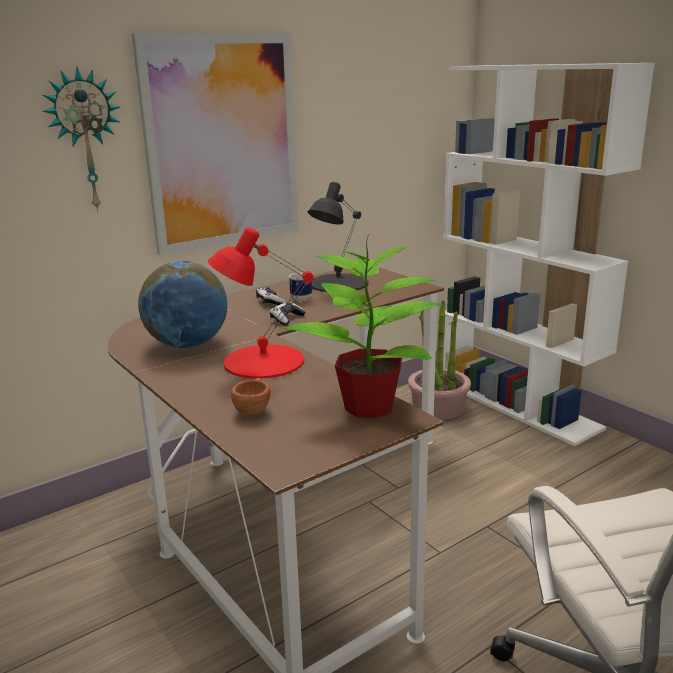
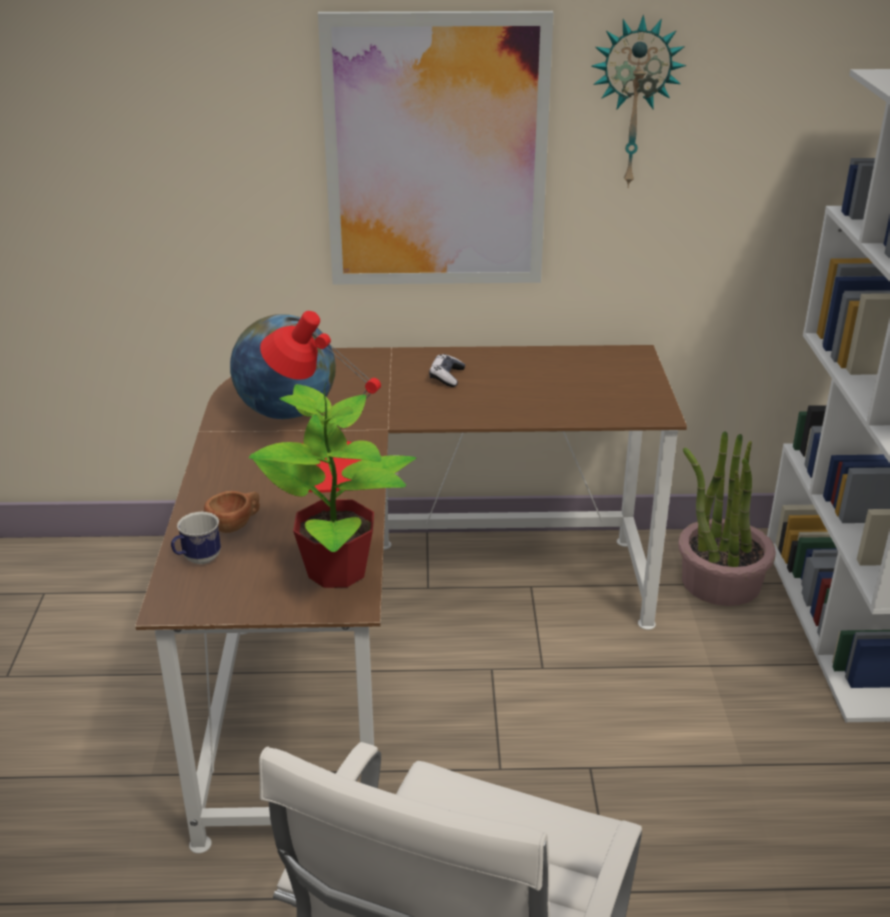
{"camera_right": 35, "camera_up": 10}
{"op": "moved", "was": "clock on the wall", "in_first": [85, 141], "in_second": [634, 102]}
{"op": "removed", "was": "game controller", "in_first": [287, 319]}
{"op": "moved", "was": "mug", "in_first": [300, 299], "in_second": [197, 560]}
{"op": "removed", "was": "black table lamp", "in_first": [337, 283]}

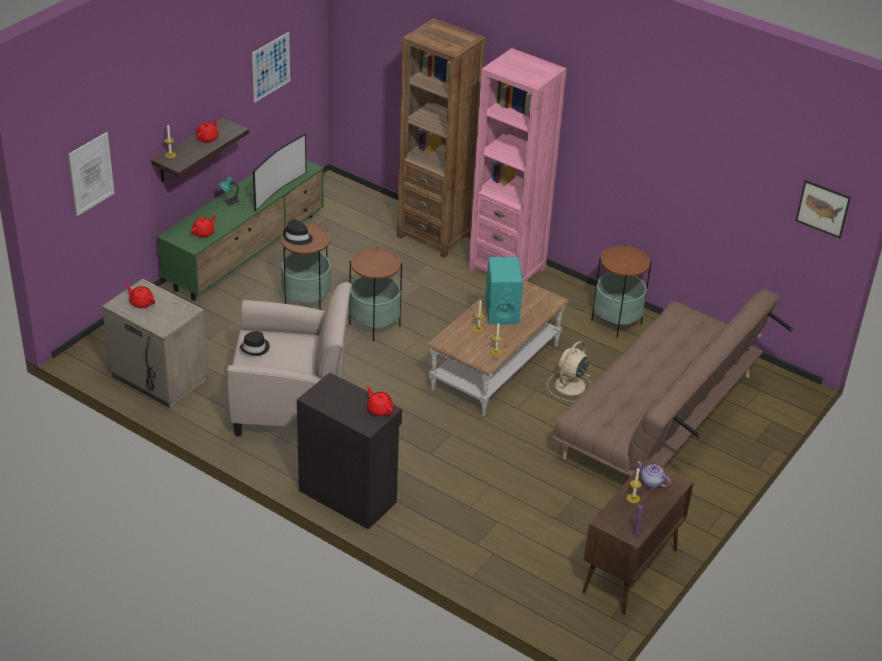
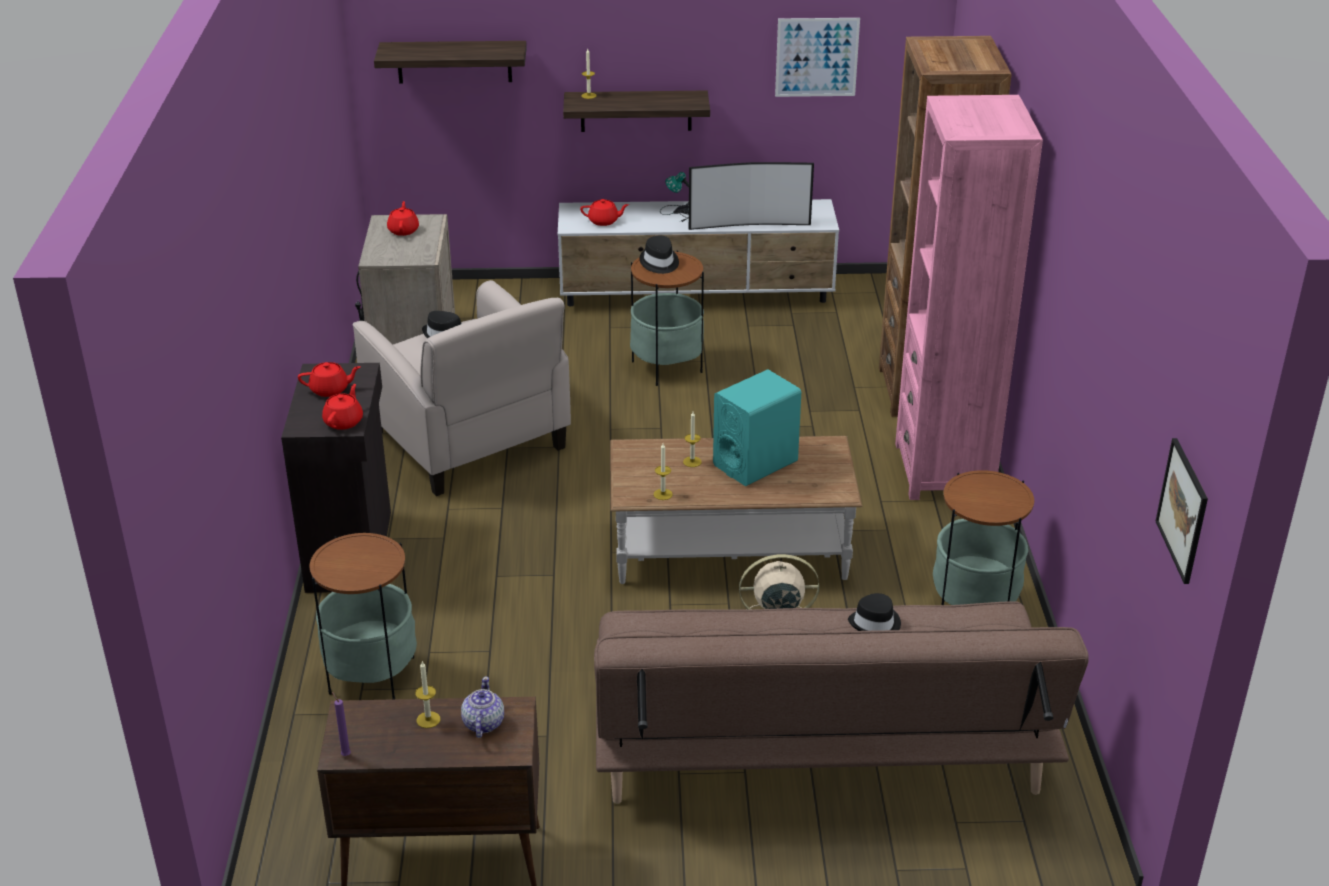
{"camera_right": 55, "camera_up": -5}
{"op": "replaced", "was": "picture", "now": "shelf", "in_first": [91, 173], "in_second": [454, 61]}
{"op": "recoloured", "was": "greenish tv stand", "now": "white-coloured tv stand", "in_first": [247, 252], "in_second": [697, 295]}
{"op": "moved", "was": "reddish teapot", "in_first": [208, 138], "in_second": [330, 390]}
{"op": "moved", "was": "side table", "in_first": [374, 325], "in_second": [372, 675]}
{"op": "added", "now": "black wearable hat", "in_second": [875, 623]}

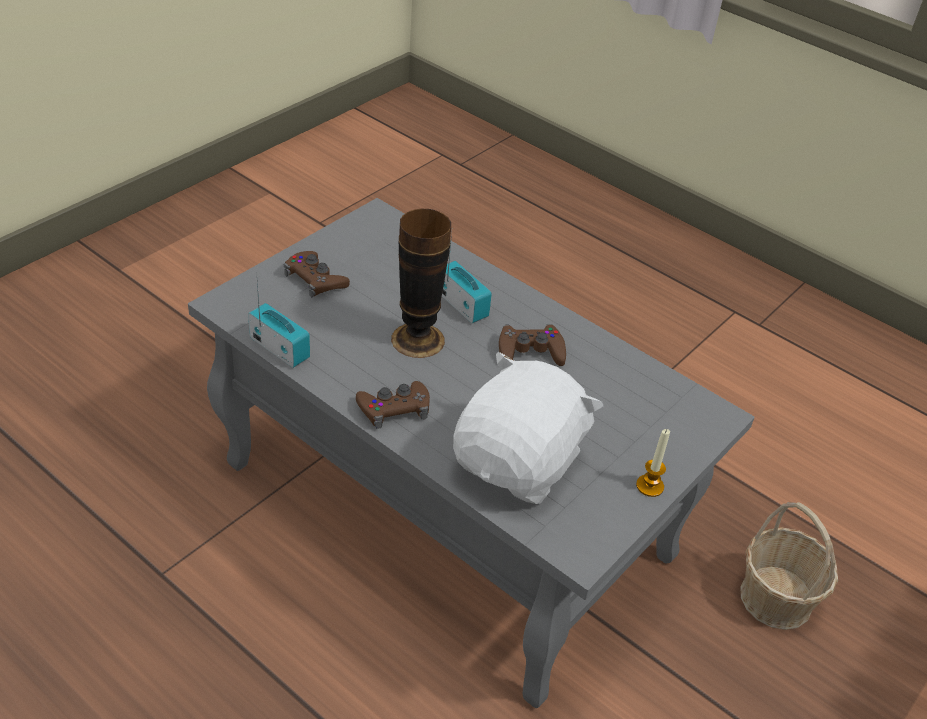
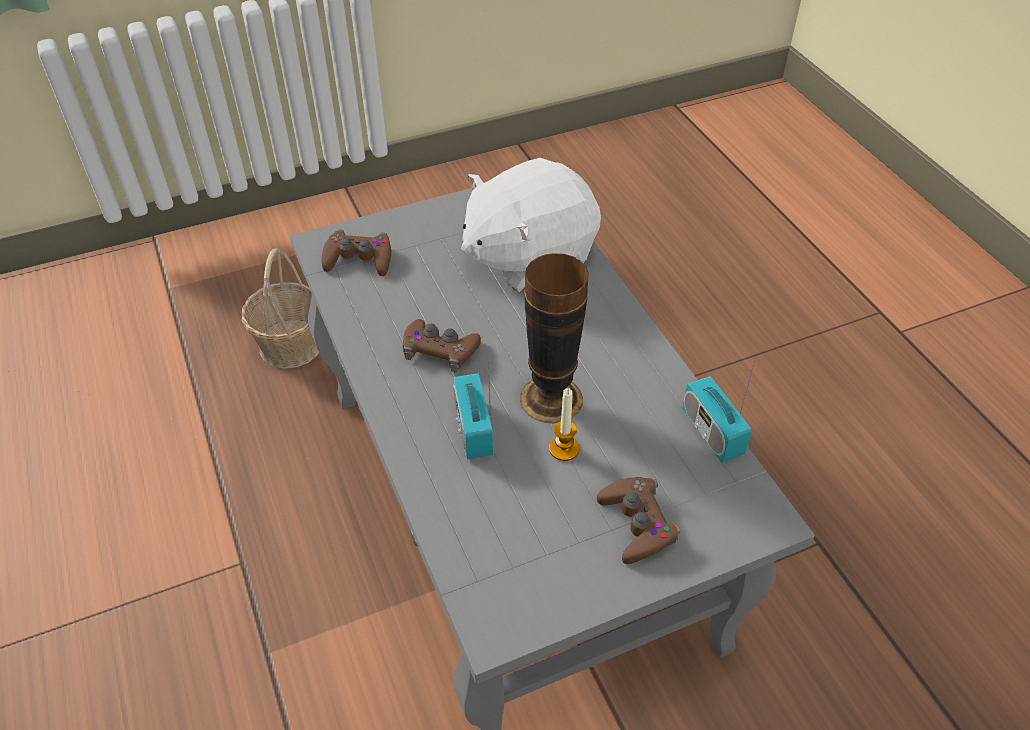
{"camera_right": -150, "camera_up": 5}
{"op": "moved", "was": "brown game controller", "in_first": [394, 409], "in_second": [359, 259]}
{"op": "moved", "was": "wax light", "in_first": [649, 486], "in_second": [564, 449]}

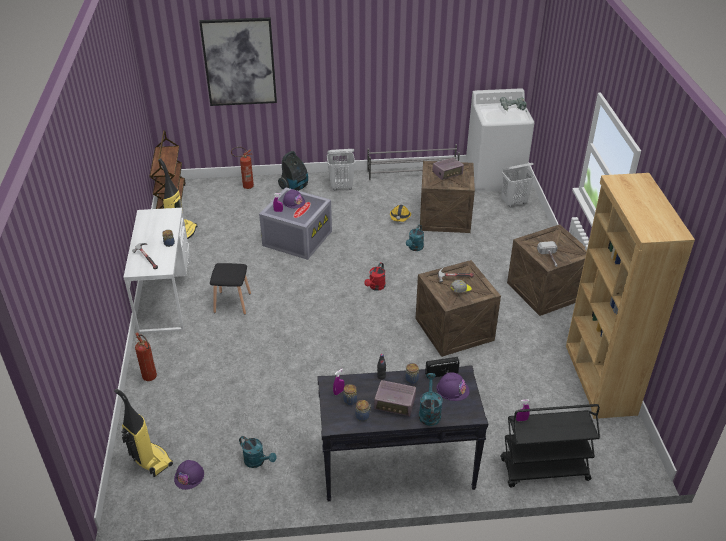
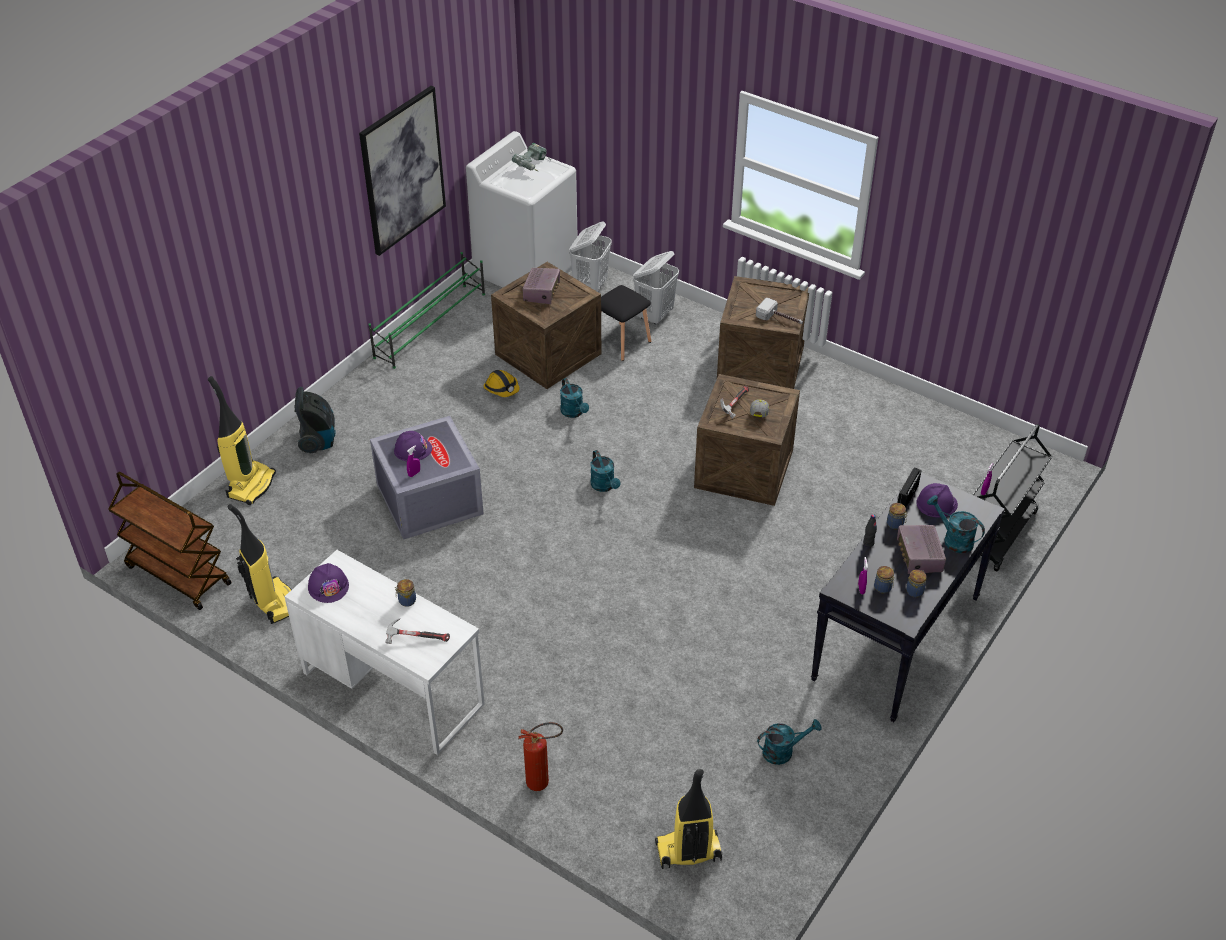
{"camera_right": -50, "camera_up": 5}
{"op": "moved", "was": "purple safety helmet", "in_first": [189, 476], "in_second": [328, 586]}
{"op": "moved", "was": "picture", "in_first": [239, 62], "in_second": [402, 170]}
{"op": "moved", "was": "black stool", "in_first": [232, 303], "in_second": [622, 342]}
{"op": "replaced", "was": "fire-fighting cylinder", "now": "hoover", "in_first": [245, 186], "in_second": [251, 485]}
{"op": "moved", "was": "white-coloured hamper", "in_first": [341, 187], "in_second": [655, 315]}
{"op": "recoloured", "was": "reddish watering can", "now": "turquoise watering can", "in_first": [376, 287], "in_second": [604, 486]}
{"op": "recoloured", "was": "grey shoe stand", "now": "greenish shoe stand", "in_first": [413, 173], "in_second": [431, 325]}
{"op": "turned", "was": "radio receiver", "in_first": [395, 404], "in_second": [919, 557], "clockwise": 120}
{"op": "removed", "was": "brown bookcase", "in_first": [599, 379]}

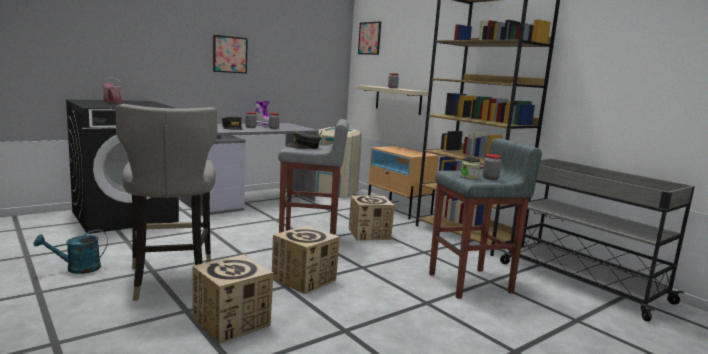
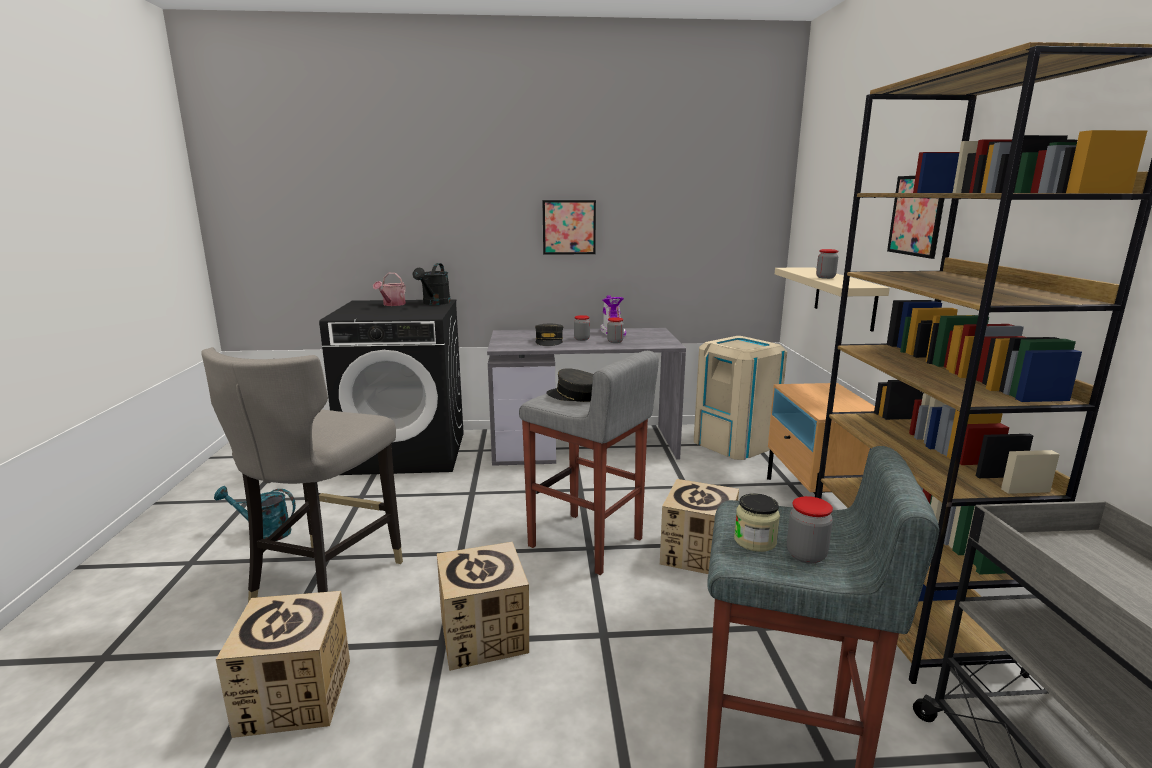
{"camera_right": 35, "camera_up": 5}
{"op": "moved", "was": "picture", "in_first": [369, 38], "in_second": [917, 215]}
{"op": "added", "now": "black watering can", "in_second": [434, 303]}

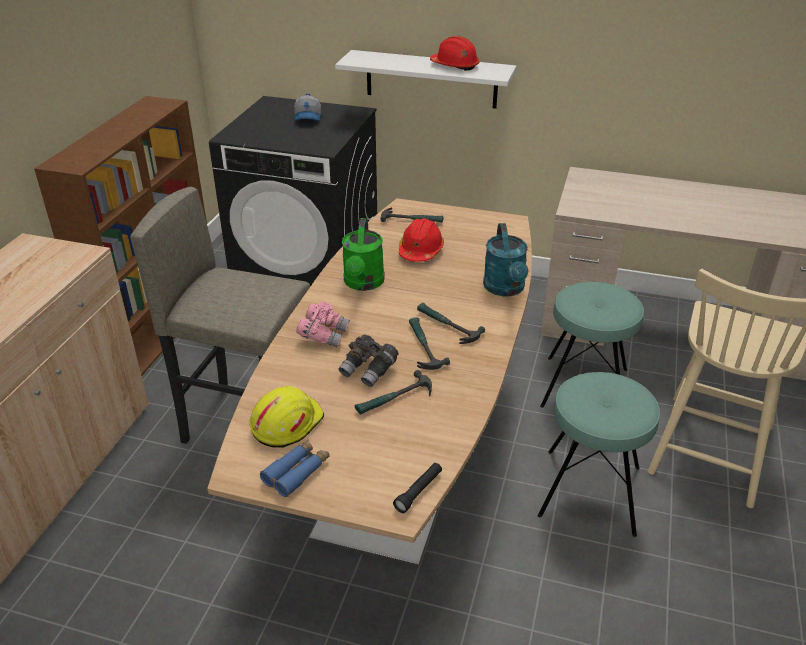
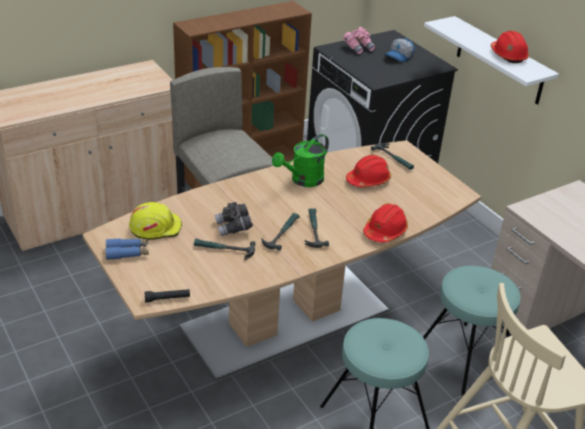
{"camera_right": 40, "camera_up": 0}
{"op": "moved", "was": "pinkish field glasses", "in_first": [323, 335], "in_second": [358, 48]}
{"op": "replaced", "was": "turquoise watering can", "now": "reddish safety helmet", "in_first": [505, 289], "in_second": [385, 231]}

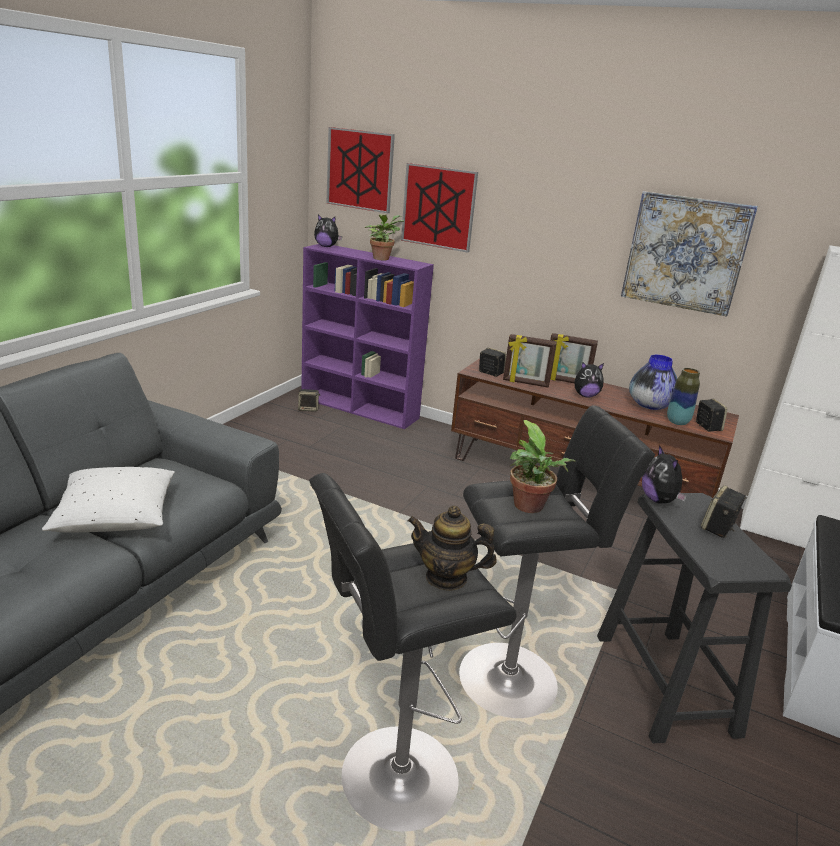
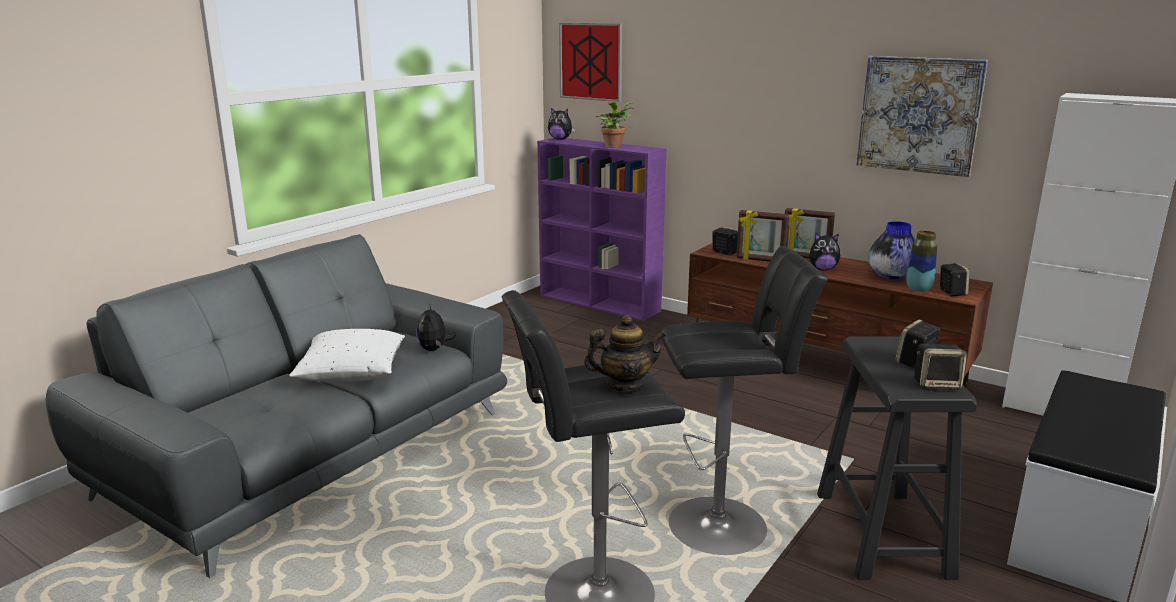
{"camera_right": 10, "camera_up": -5}
{"op": "moved", "was": "audio speaker", "in_first": [308, 409], "in_second": [937, 384]}
{"op": "removed", "was": "picture", "in_first": [438, 207]}
{"op": "turned", "was": "teapot", "in_first": [446, 577], "in_second": [625, 385], "clockwise": 150}
{"op": "removed", "was": "plant in a pot", "in_first": [530, 508]}
{"op": "moved", "was": "cuddly toy", "in_first": [659, 500], "in_second": [434, 349]}

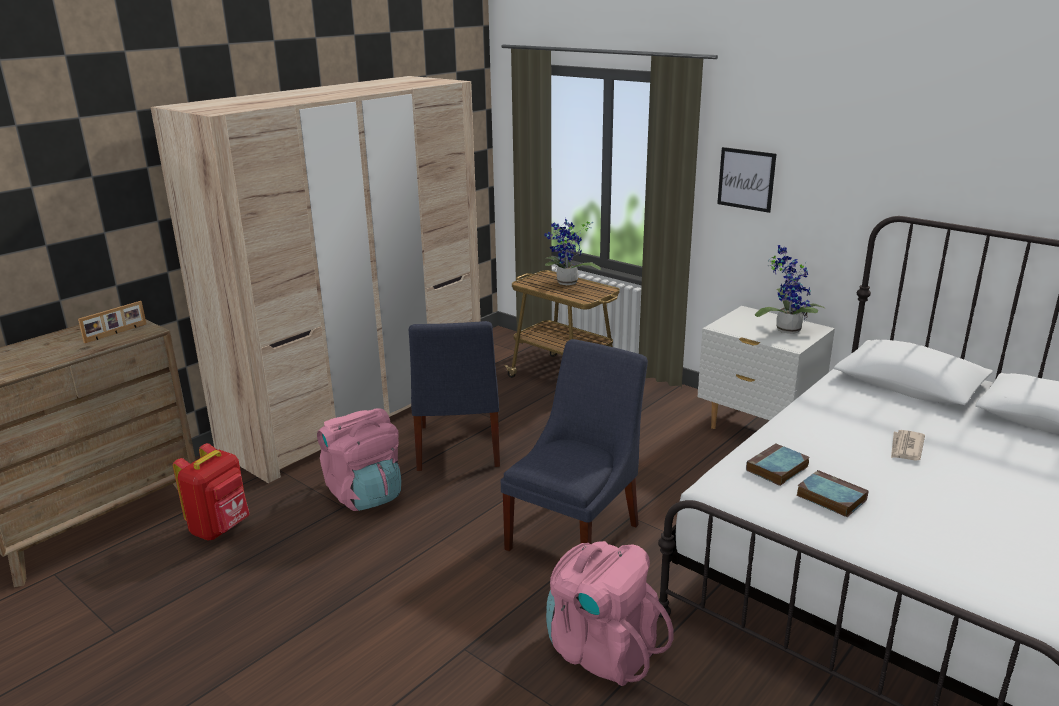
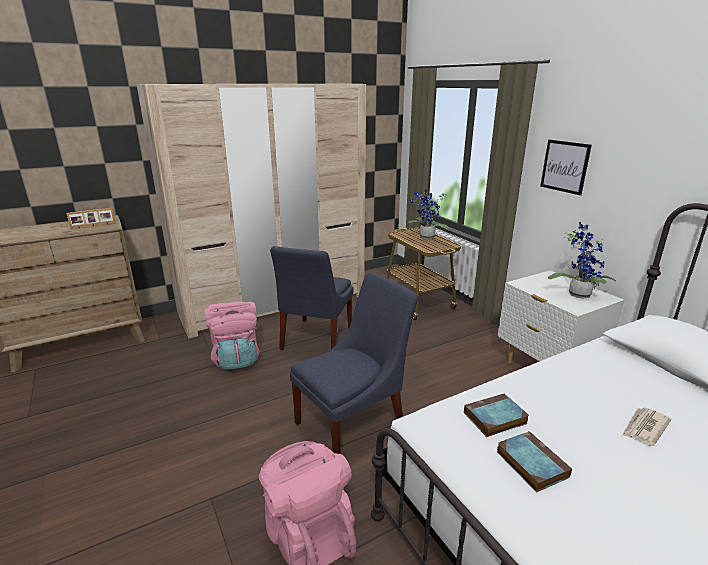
{"camera_right": 20, "camera_up": 0}
{"op": "removed", "was": "reddish backpack", "in_first": [221, 528]}

